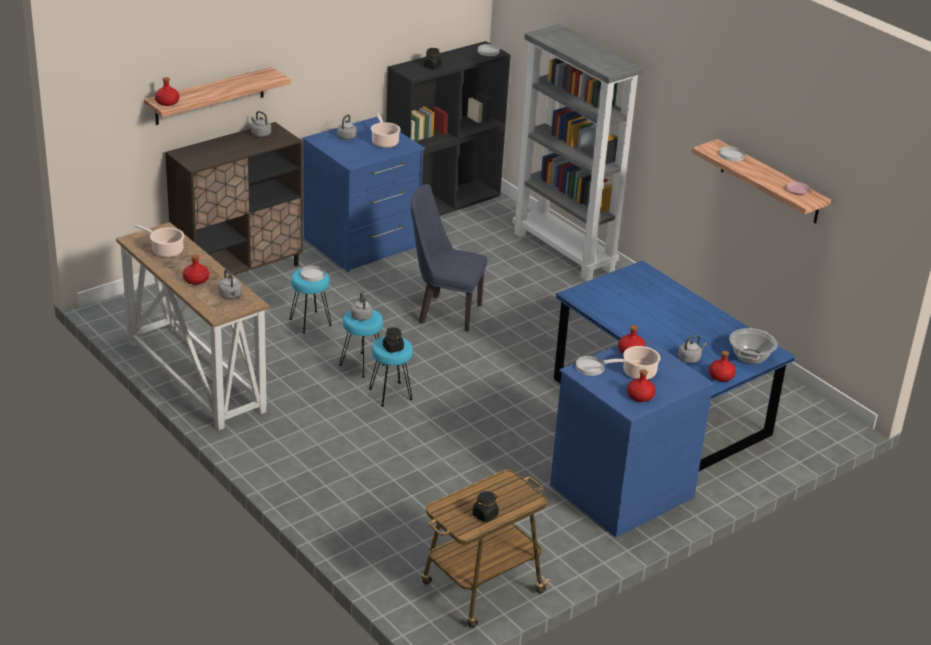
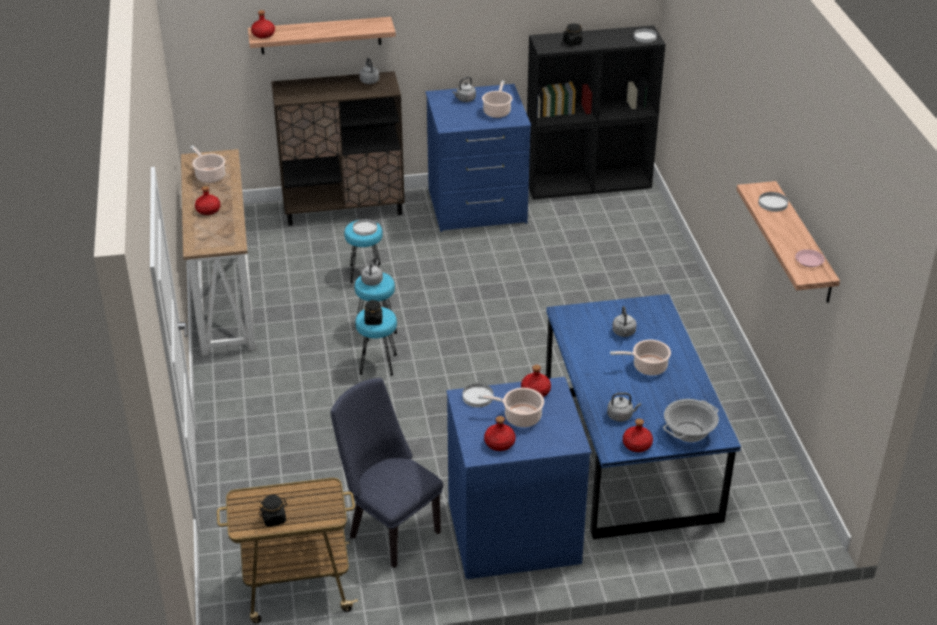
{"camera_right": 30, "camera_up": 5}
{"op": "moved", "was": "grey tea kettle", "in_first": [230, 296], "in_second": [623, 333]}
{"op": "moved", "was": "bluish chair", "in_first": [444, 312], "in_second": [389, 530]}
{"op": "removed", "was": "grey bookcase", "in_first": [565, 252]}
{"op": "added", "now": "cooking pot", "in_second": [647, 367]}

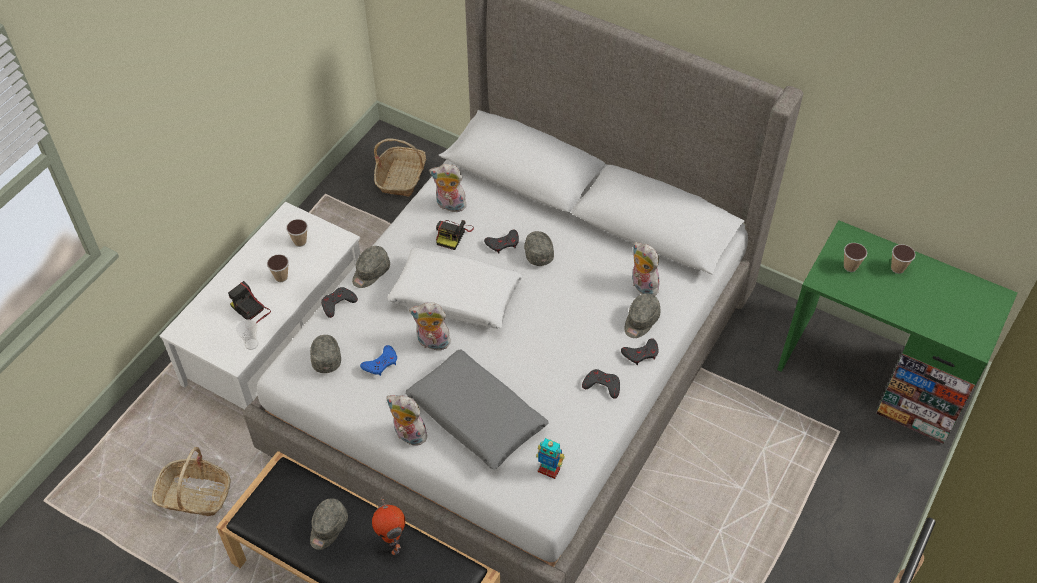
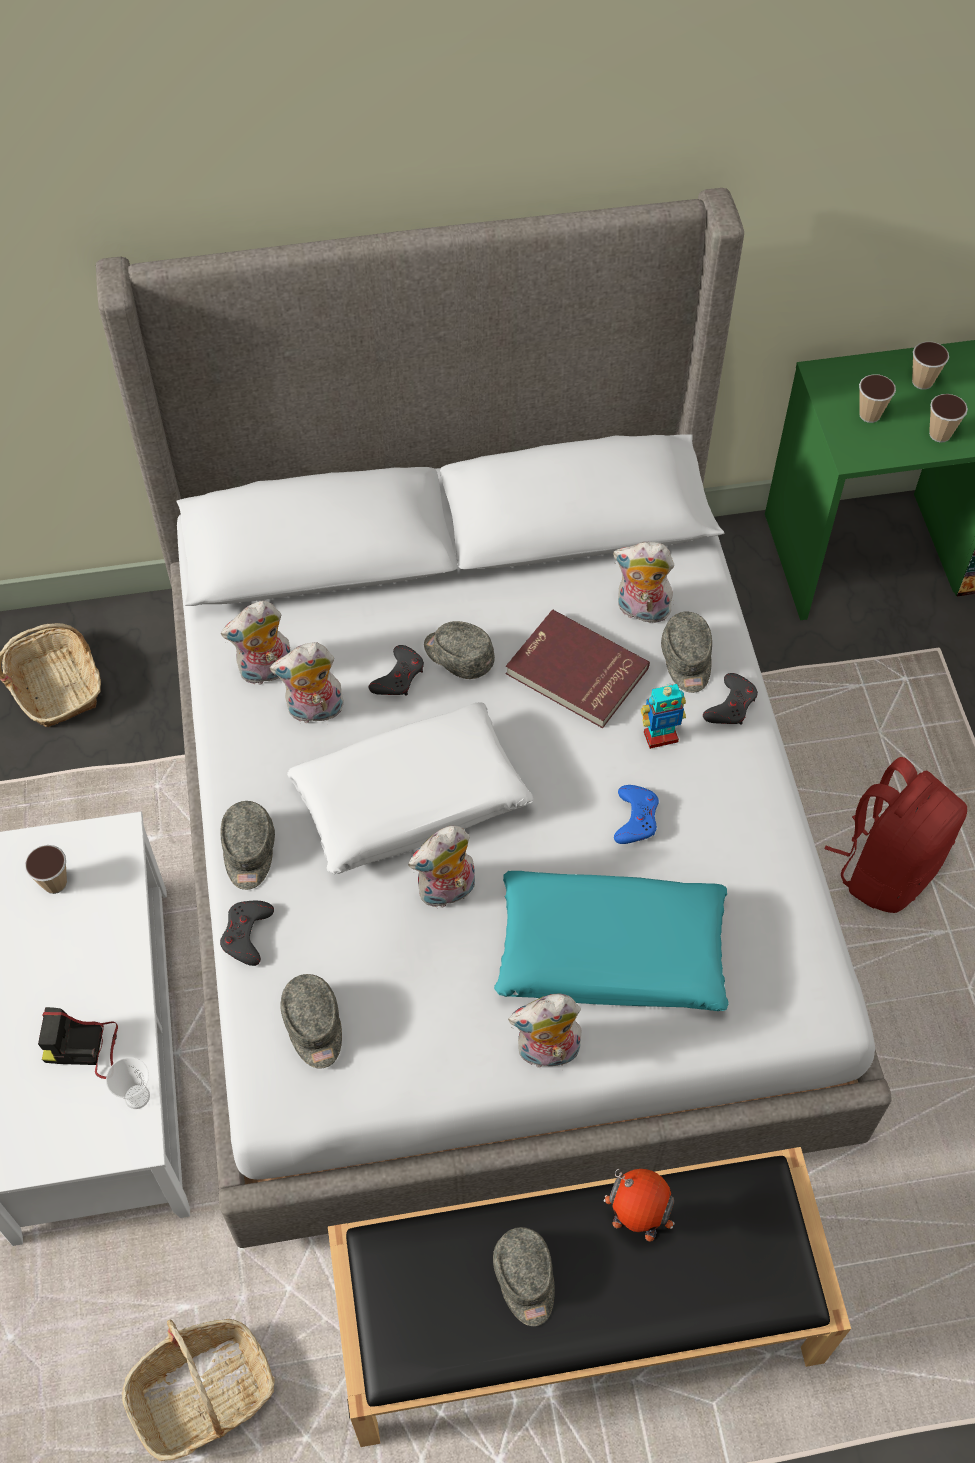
{"camera_right": -40, "camera_up": 5}
{"op": "moved", "was": "small cup", "in_first": [281, 277], "in_second": [939, 434]}
{"op": "turned", "was": "grey peaked cap", "in_first": [326, 356], "in_second": [314, 1027], "clockwise": -150}
{"op": "moved", "was": "bluish game controller", "in_first": [381, 363], "in_second": [636, 818]}
{"op": "recoloured", "was": "grey pillow", "now": "turquoise pillow", "in_first": [476, 416], "in_second": [611, 952]}
{"op": "replaced", "was": "photo camera", "now": "cuddly toy", "in_first": [453, 235], "in_second": [314, 711]}
{"op": "moved", "was": "robot figure", "in_first": [549, 470], "in_second": [660, 736]}
{"op": "removed", "was": "grey game controller", "in_first": [602, 385]}
{"op": "added", "now": "reddish volume", "in_second": [575, 673]}
{"op": "added", "now": "reddish backpack", "in_second": [887, 868]}

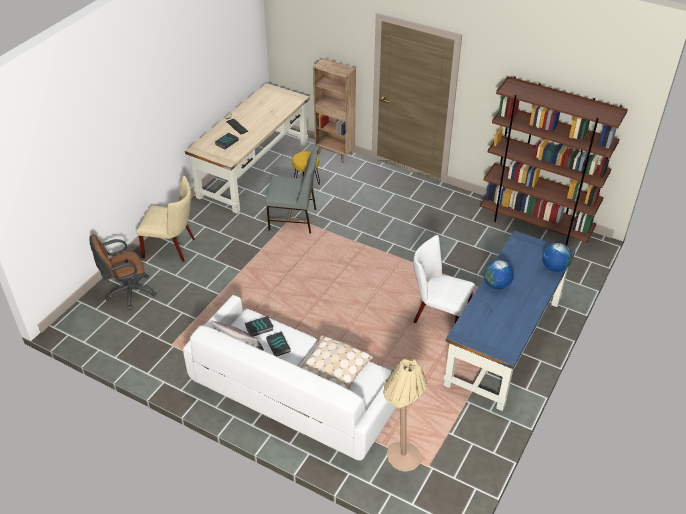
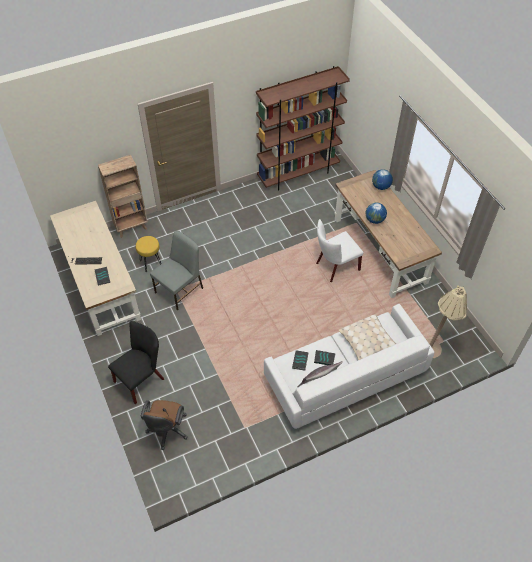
{"camera_right": -55, "camera_up": 10}
{"op": "recoloured", "was": "beige chair", "now": "black chair", "in_first": [172, 247], "in_second": [142, 378]}
{"op": "recoloured", "was": "bluish desk table", "now": "brown desk table", "in_first": [504, 343], "in_second": [380, 250]}

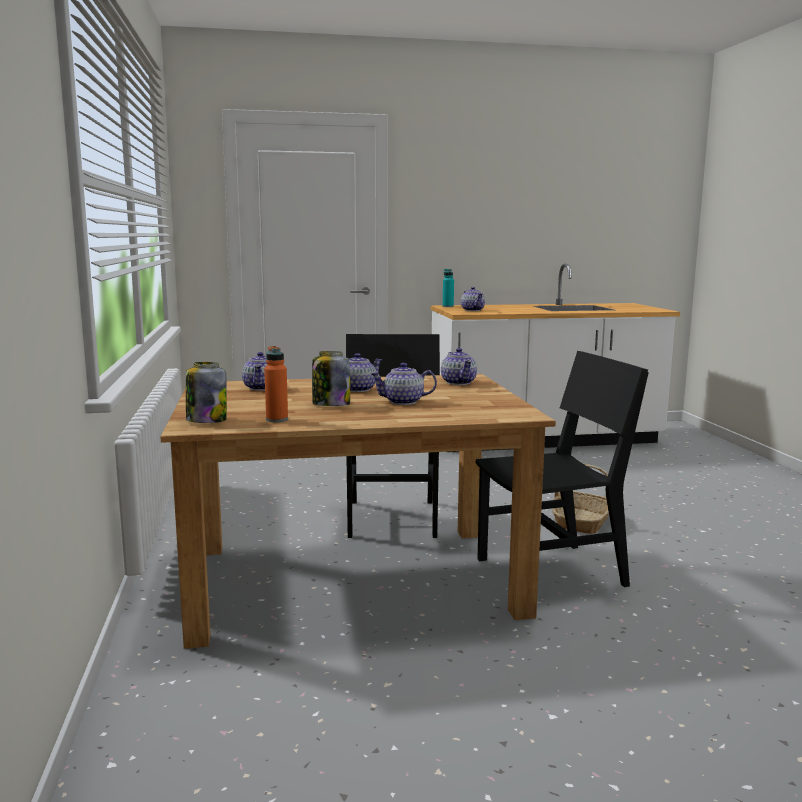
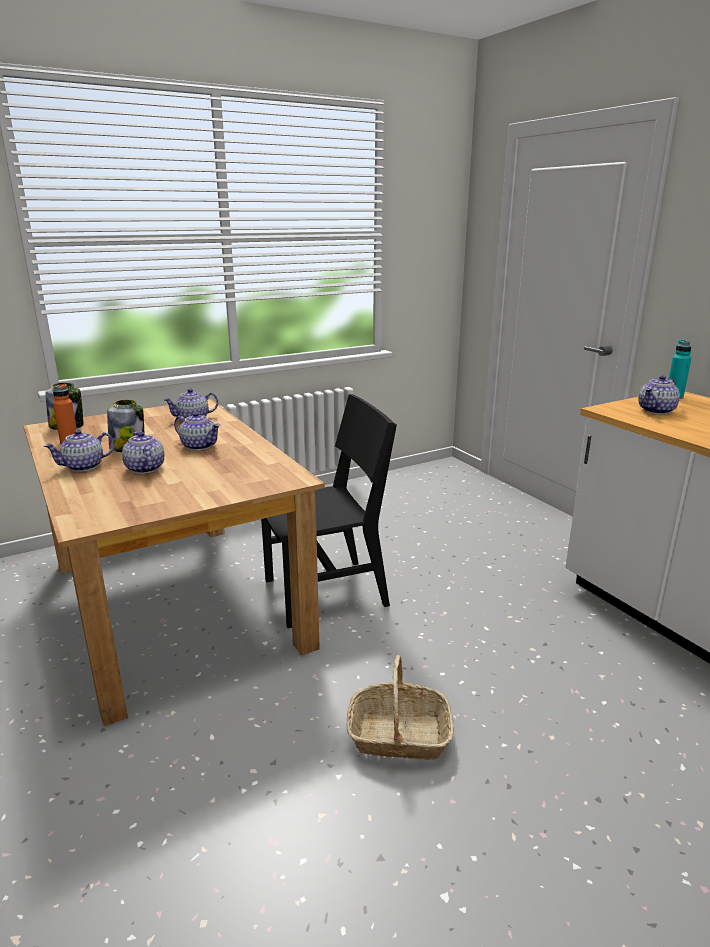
{"camera_right": 70, "camera_up": 10}
{"op": "moved", "was": "teapot", "in_first": [458, 382], "in_second": [84, 466]}
{"op": "removed", "was": "black chair", "in_first": [551, 572]}

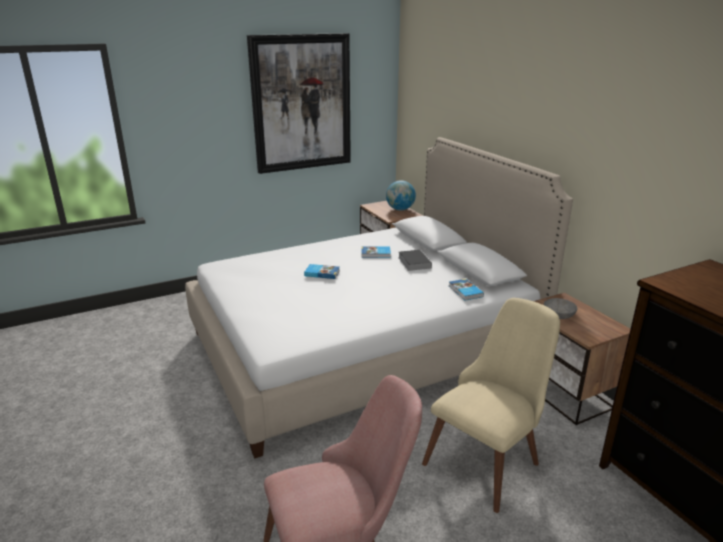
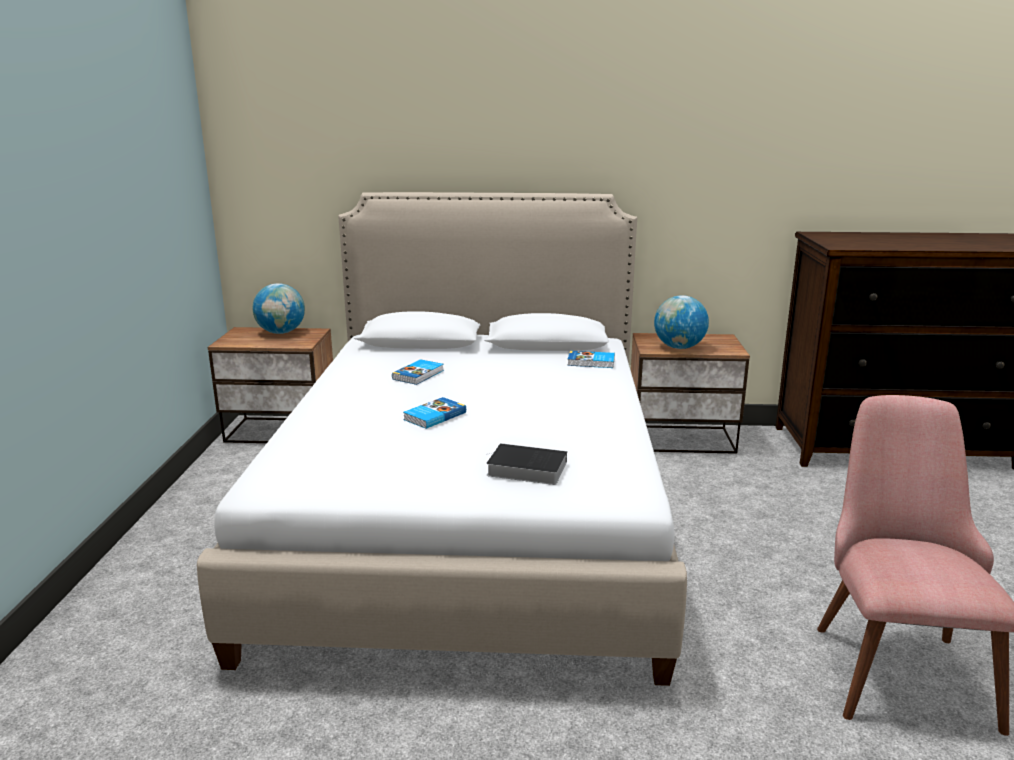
{"camera_right": -60, "camera_up": -5}
{"op": "removed", "was": "picture", "in_first": [301, 103]}
{"op": "moved", "was": "volume", "in_first": [413, 262], "in_second": [524, 469]}
{"op": "removed", "was": "beige chair", "in_first": [489, 456]}
{"op": "replaced", "was": "grey deep dish", "now": "world globe", "in_first": [558, 315], "in_second": [679, 347]}

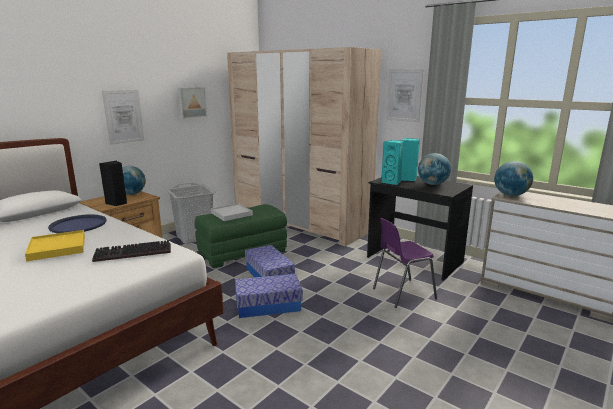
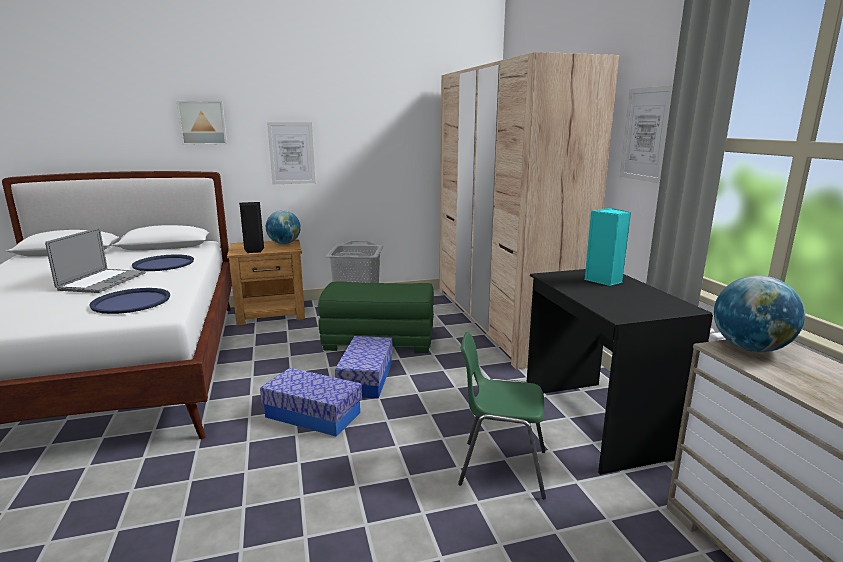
{"camera_right": 35, "camera_up": 0}
{"op": "replaced", "was": "yellow-coloured tray", "now": "portable computer", "in_first": [57, 248], "in_second": [102, 281]}
{"op": "replaced", "was": "keyboard", "now": "bluish tray", "in_first": [132, 253], "in_second": [131, 302]}
{"op": "moved", "was": "picture", "in_first": [191, 102], "in_second": [202, 123]}
{"op": "removed", "was": "white-coloured tray", "in_first": [231, 214]}
{"op": "recoloured", "was": "purple chair", "now": "greenish chair", "in_first": [402, 293], "in_second": [500, 467]}
{"op": "removed", "was": "turquoise audio speaker", "in_first": [392, 182]}
{"op": "removed", "was": "world globe", "in_first": [432, 184]}

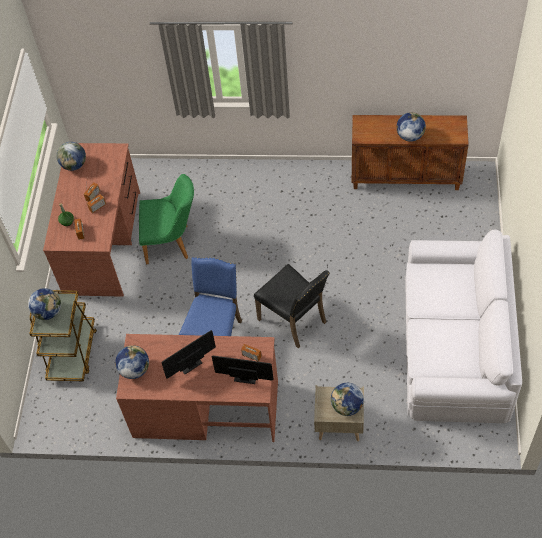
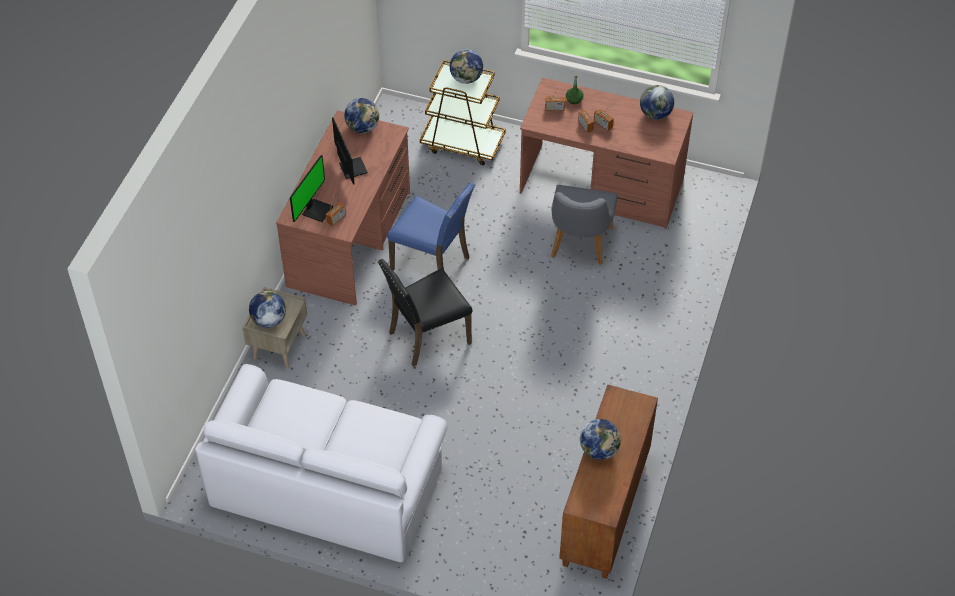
{"camera_right": 100, "camera_up": -5}
{"op": "recoloured", "was": "greenish chair", "now": "grey chair", "in_first": [172, 243], "in_second": [579, 247]}

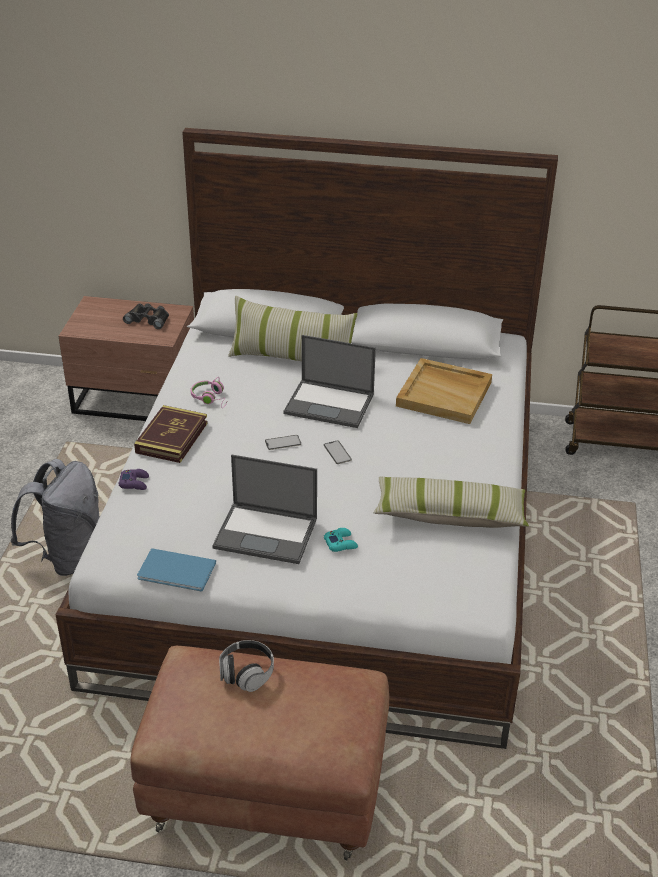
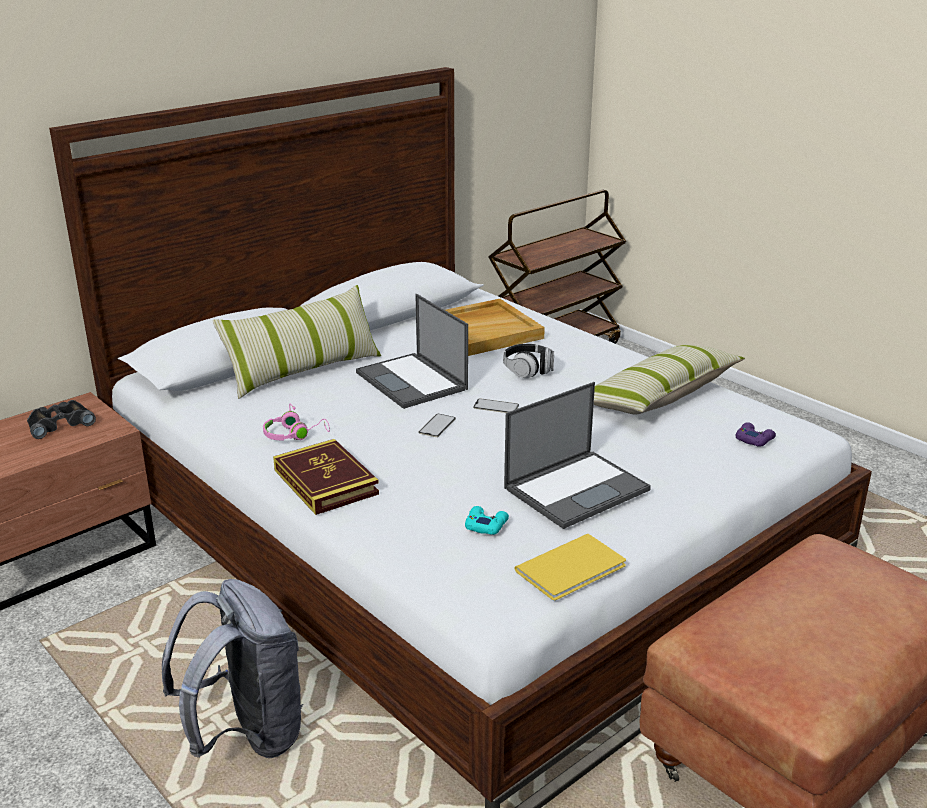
{"camera_right": -50, "camera_up": -10}
{"op": "moved", "was": "purple game controller", "in_first": [134, 483], "in_second": [754, 439]}
{"op": "recoloured", "was": "bluish volume", "now": "yellow-coloured volume", "in_first": [178, 572], "in_second": [574, 568]}
{"op": "moved", "was": "headset", "in_first": [246, 673], "in_second": [528, 370]}
{"op": "turned", "was": "portable computer", "in_first": [330, 404], "in_second": [412, 381], "clockwise": 90}
{"op": "moved", "was": "turquoise game controller", "in_first": [341, 543], "in_second": [486, 525]}

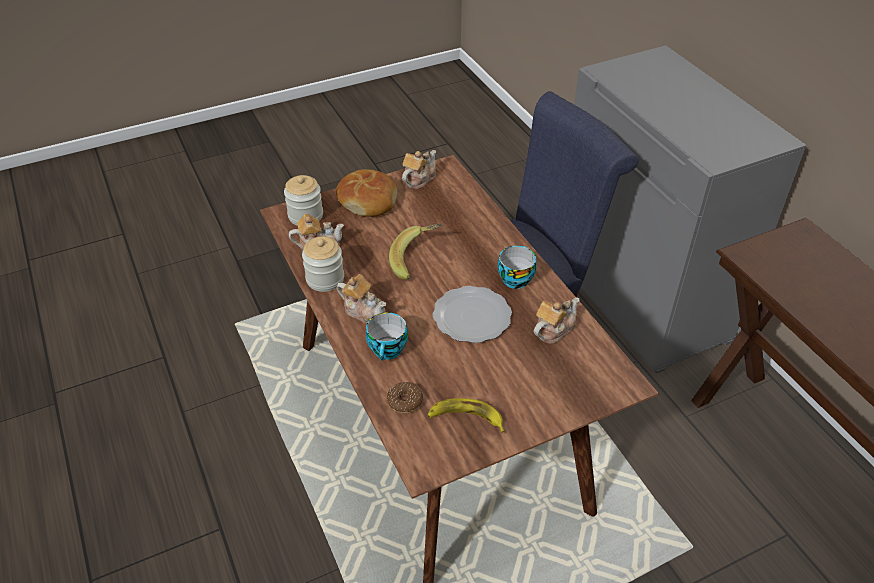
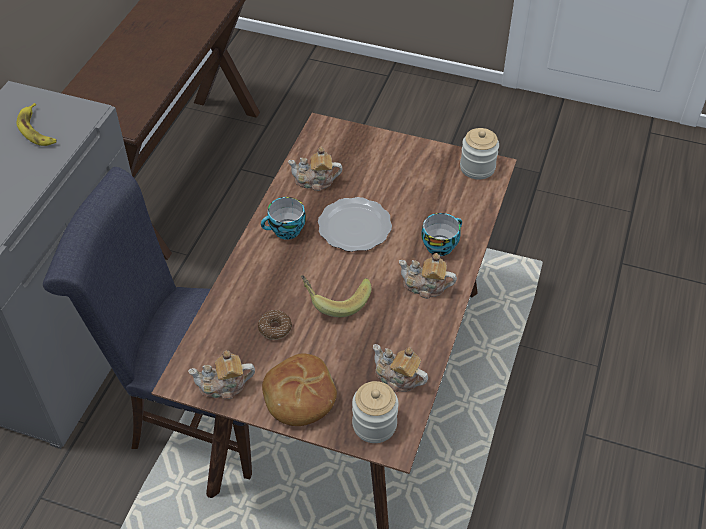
{"camera_right": -135, "camera_up": 5}
{"op": "moved", "was": "storage jar", "in_first": [325, 279], "in_second": [477, 168]}
{"op": "turned", "was": "teapot", "in_first": [364, 311], "in_second": [425, 286], "clockwise": -60}
{"op": "moved", "was": "donut", "in_first": [405, 401], "in_second": [275, 328]}
{"op": "moved", "was": "banana", "in_first": [465, 418], "in_second": [37, 130]}

